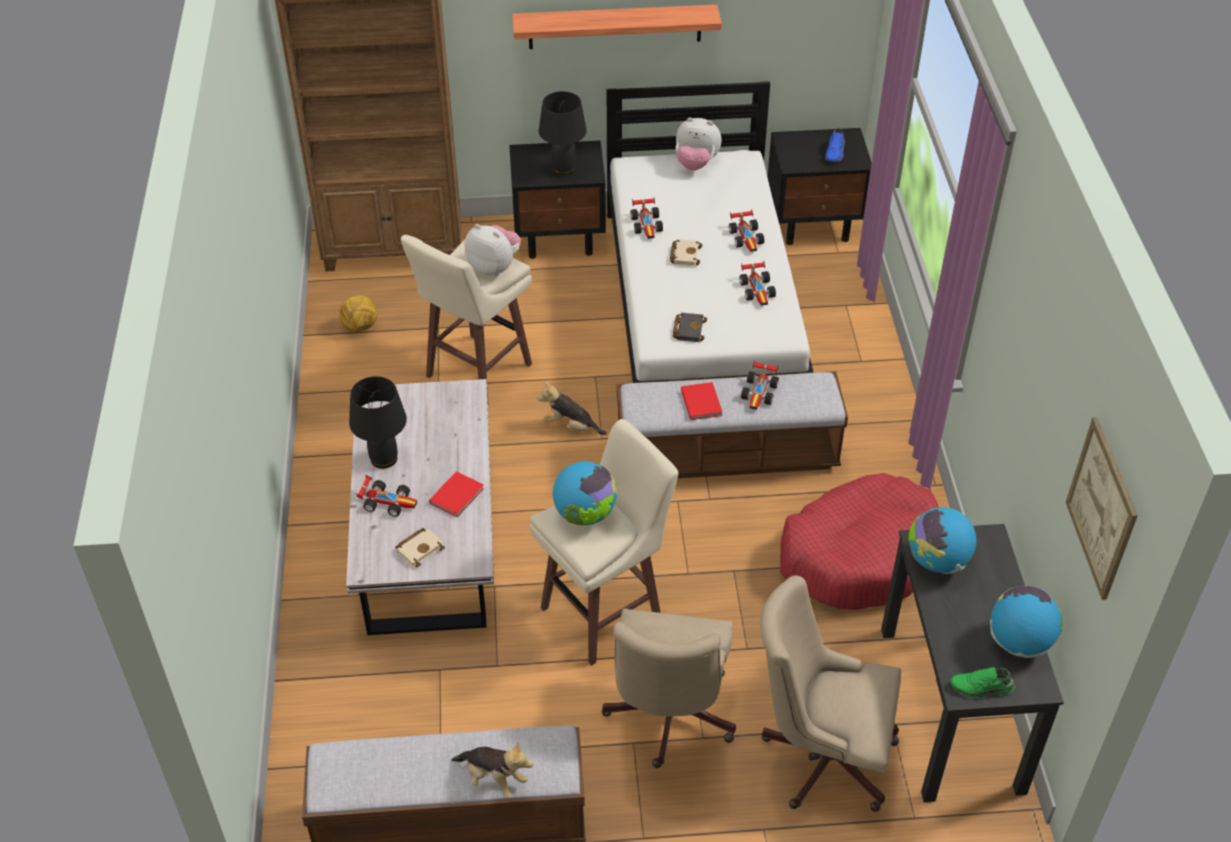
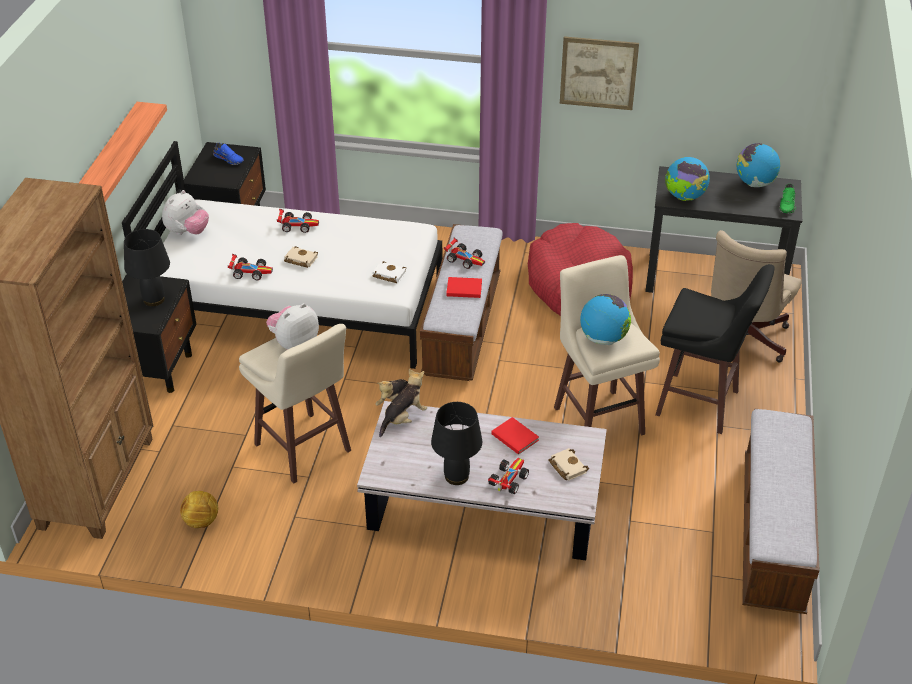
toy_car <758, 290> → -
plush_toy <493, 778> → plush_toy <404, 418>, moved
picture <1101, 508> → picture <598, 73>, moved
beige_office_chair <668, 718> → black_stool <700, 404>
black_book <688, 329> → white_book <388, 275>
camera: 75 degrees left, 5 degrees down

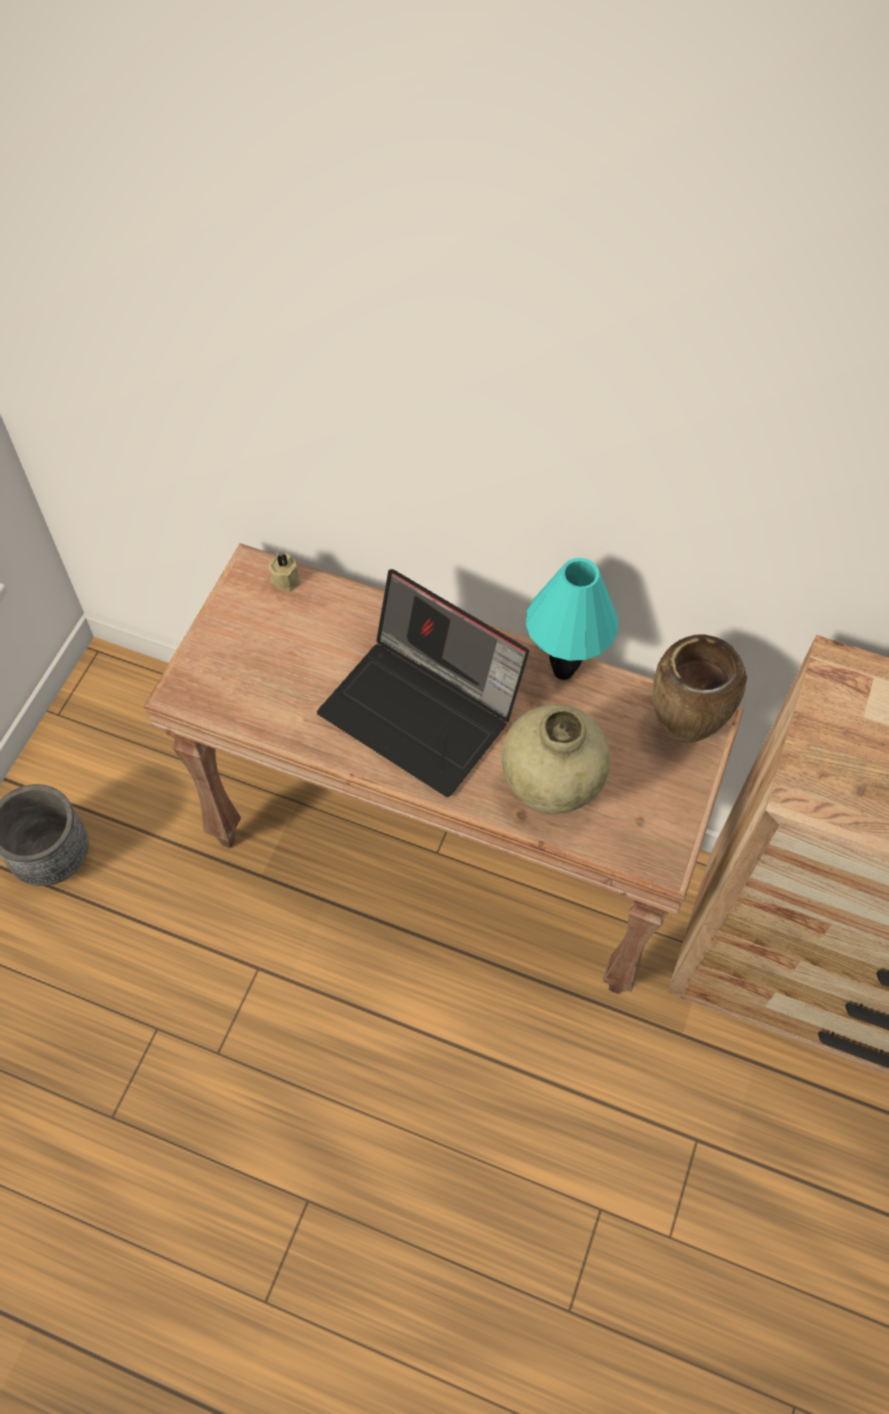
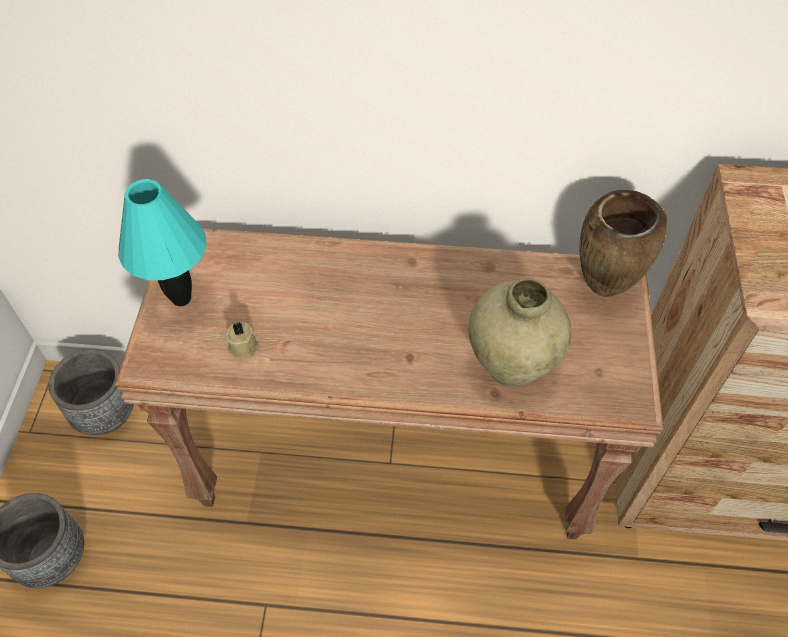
laptop <423, 710> → -
- → grey_planter <105, 413>
beige_candle <286, 578> → beige_candle <243, 345>, moved
turquoise_table_lamp <562, 671> → turquoise_table_lamp <180, 299>, moved
camera: 15 degrees left, 5 degrees down

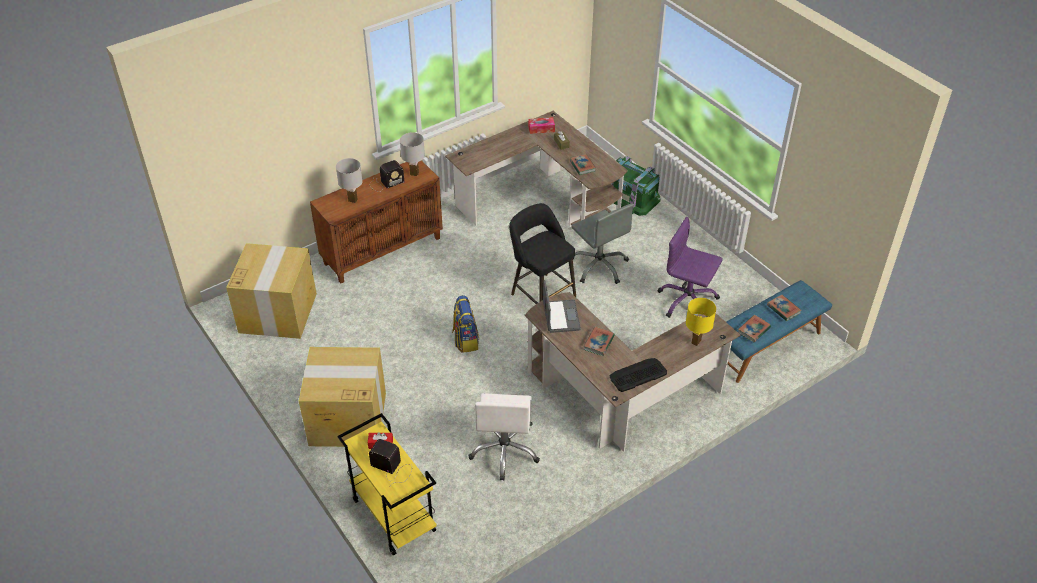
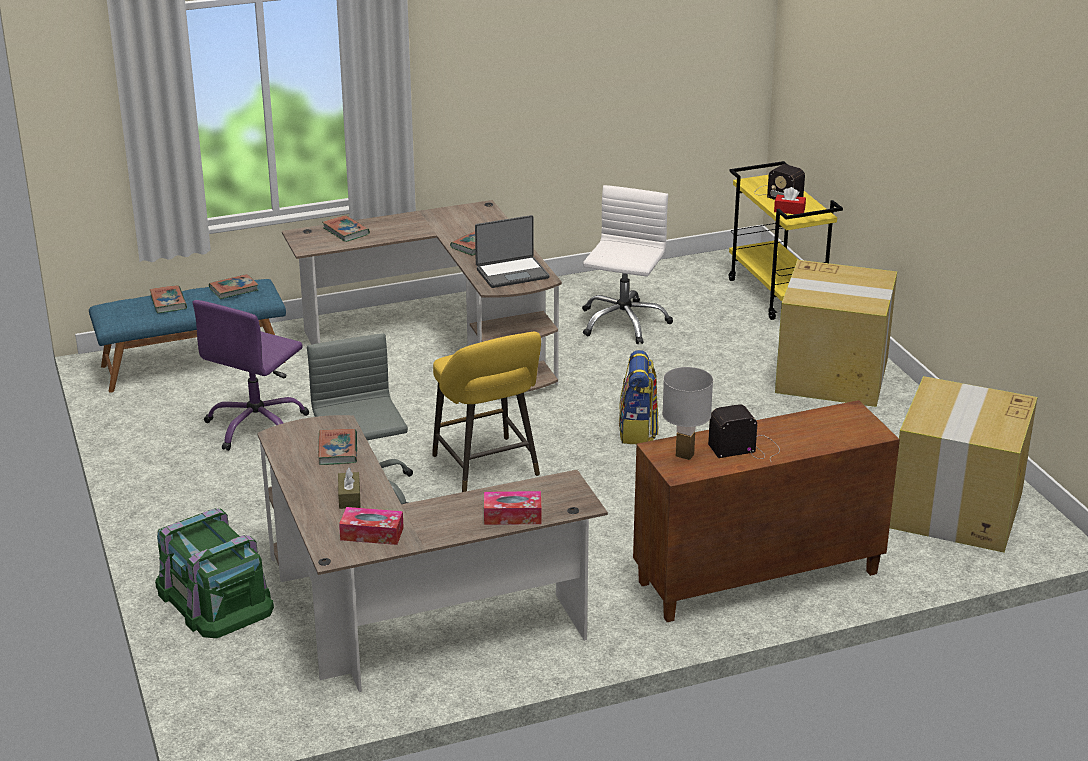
white_table_lamp <352, 200> → -
keyboard <637, 375> → -
- → tissue_box <512, 516>
yellow_table_lamp <696, 341> → book <346, 231>
black_stool <541, 294> → yellow_stool <488, 469>
laptop <560, 317> → laptop <512, 273>, 120 degrees counterclockwise
purple_office_chair <687, 301> → purple_office_chair <257, 426>, 75 degrees clockwise
camera: 165 degrees left, 15 degrees down

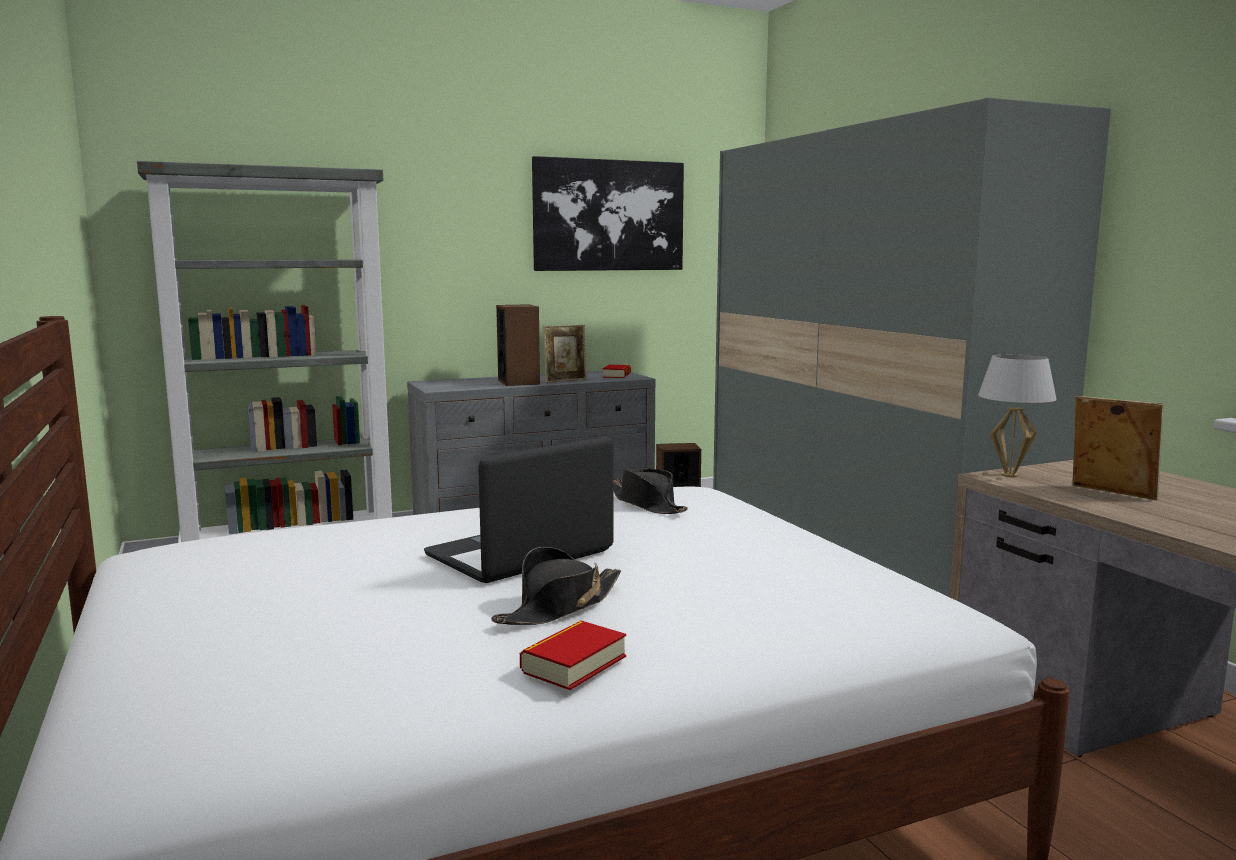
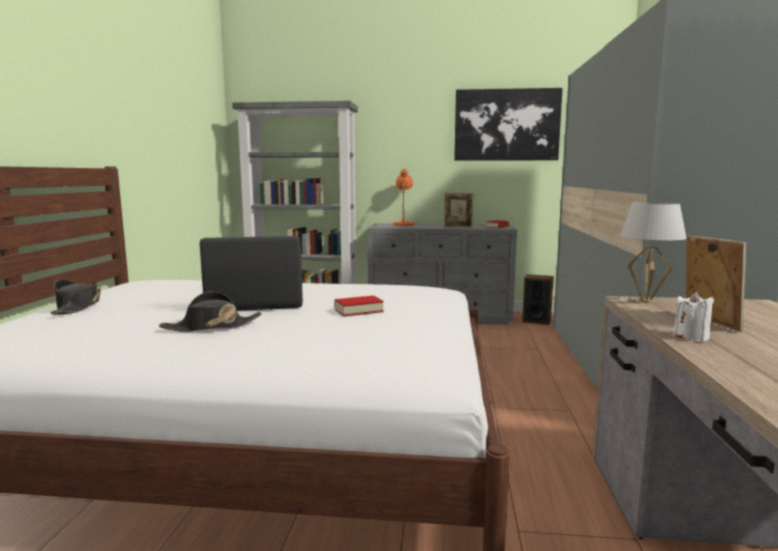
speaker <519, 382> → -
- → orange_table_lamp <404, 225>
- → white_candle <690, 337>
book <574, 664> → book <358, 310>, moved
black_hat <647, 504> → black_hat <78, 307>, moved
camera: 30 degrees right, 0 degrees up

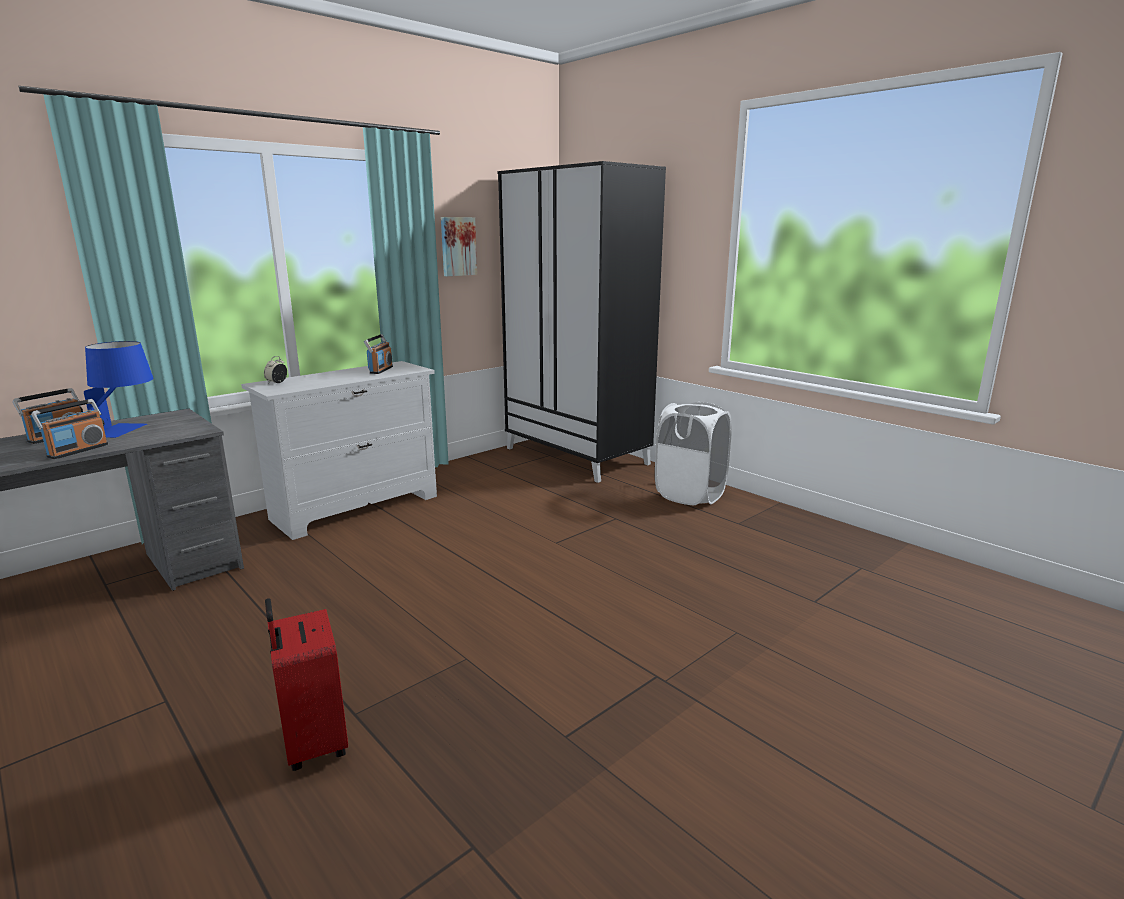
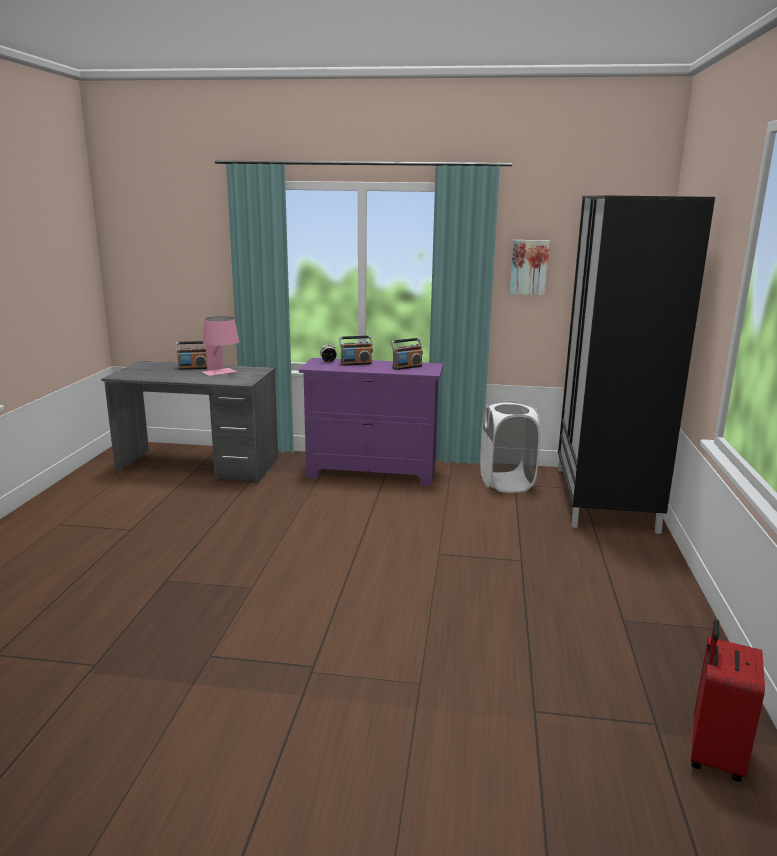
radio <77, 451> → radio <356, 364>, moved
red_suitcase <313, 743> → red_suitcase <713, 755>, moved
white_laundry_basket <690, 495> → white_laundry_basket <506, 483>, moved
blue_table_lamp <128, 430> → pink_table_lamp <222, 373>
white_dresser <357, 507> → purple_dresser <372, 472>
camera: 50 degrees right, 0 degrees up

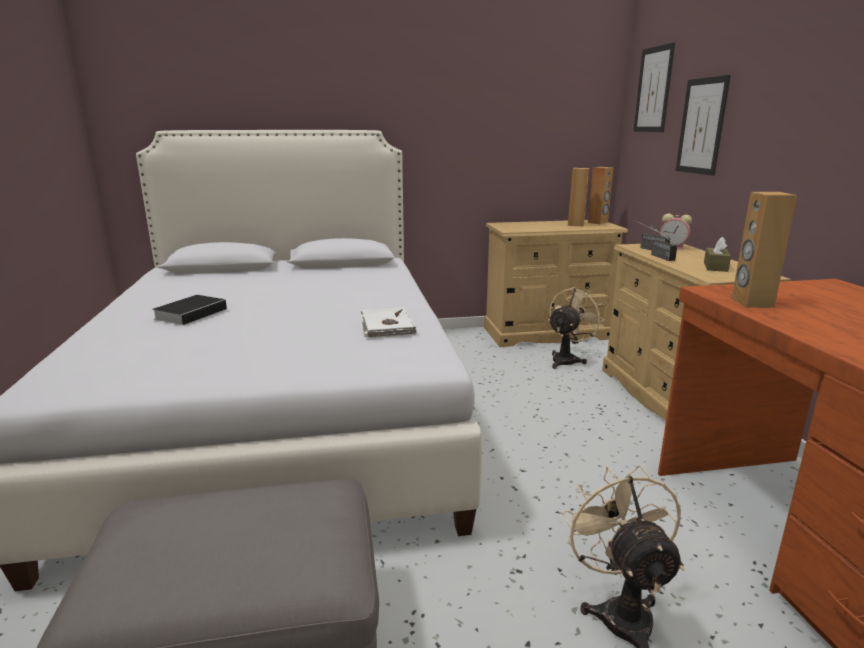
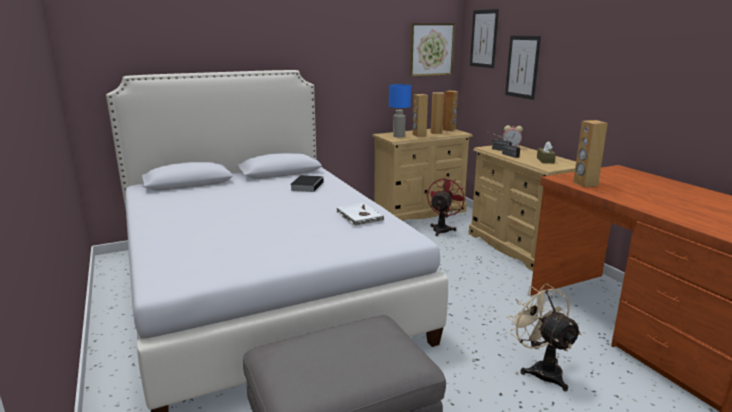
- → blue_table_lamp <398, 136>
- → picture <431, 49>
- → brown_speaker <419, 135>
book <192, 313> → book <307, 186>, moved
beige_fan <567, 359> → red_fan <442, 229>
camera: 15 degrees left, 0 degrees up

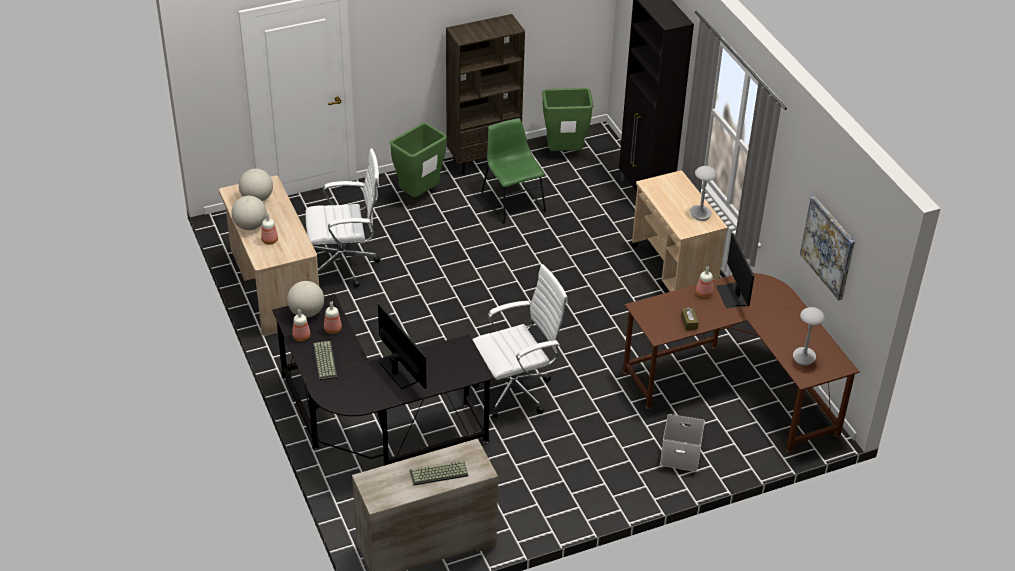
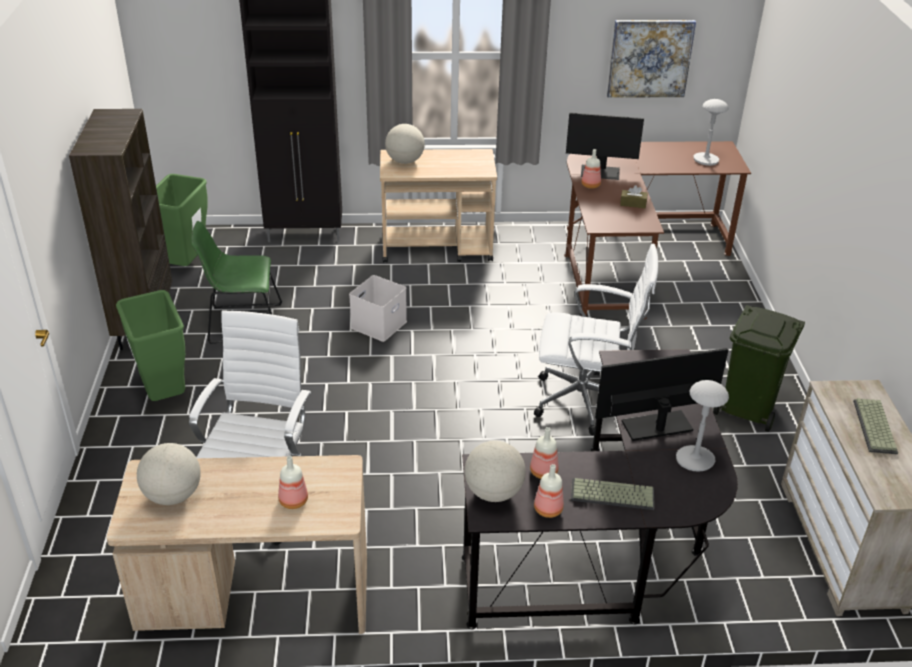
- → green_trash_can <748, 409>
globe <250, 226> → globe <405, 161>, moved
white_storage_box <681, 455> → white_storage_box <378, 324>, moved
grey_table_lamp <700, 213> → grey_table_lamp <695, 460>, moved
white_office_chair <517, 391> → white_office_chair <585, 402>, 105 degrees clockwise
camera: 70 degrees left, 5 degrees down

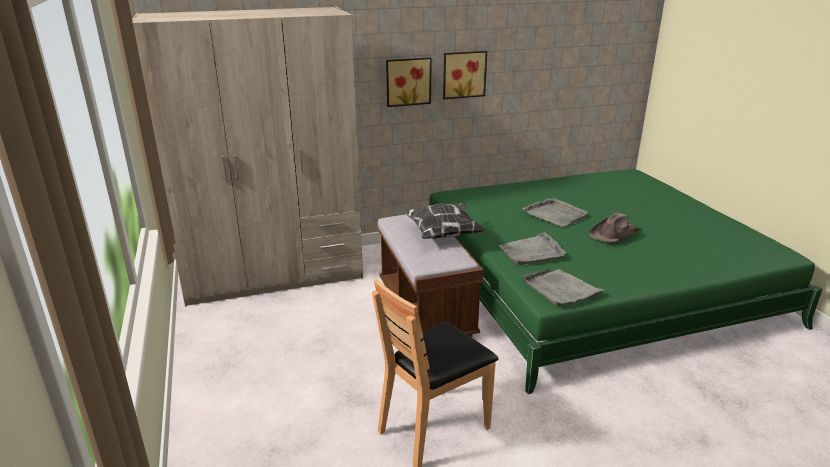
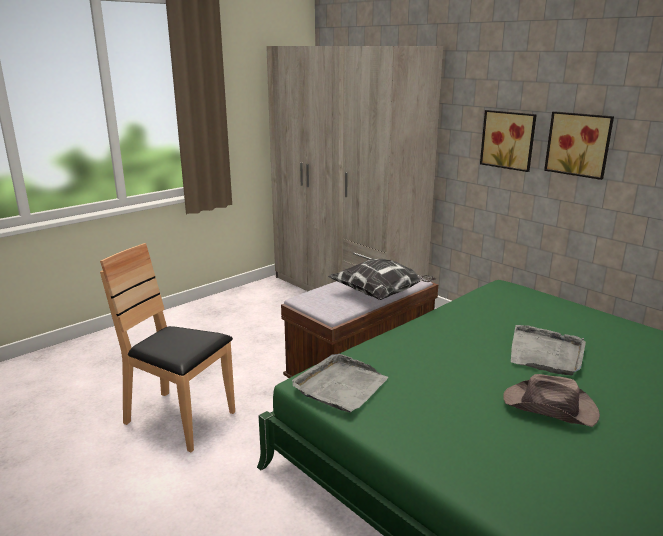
grey_tray <532, 252> → -
camera: 65 degrees right, 5 degrees down

